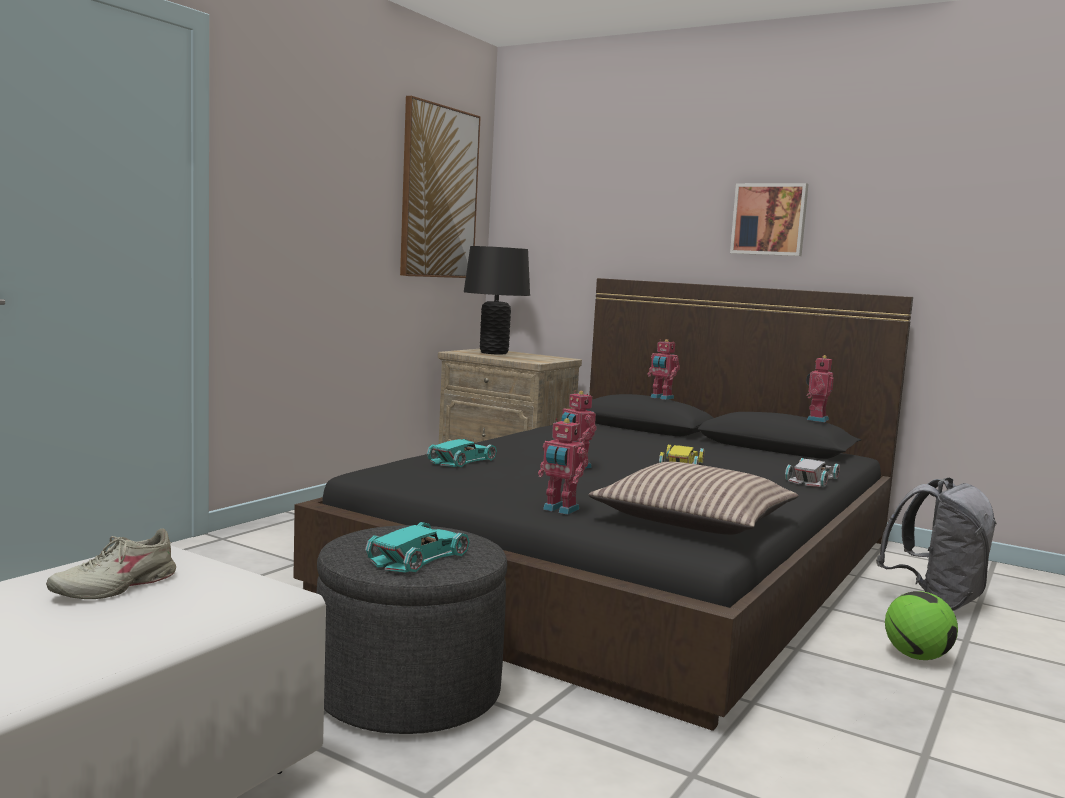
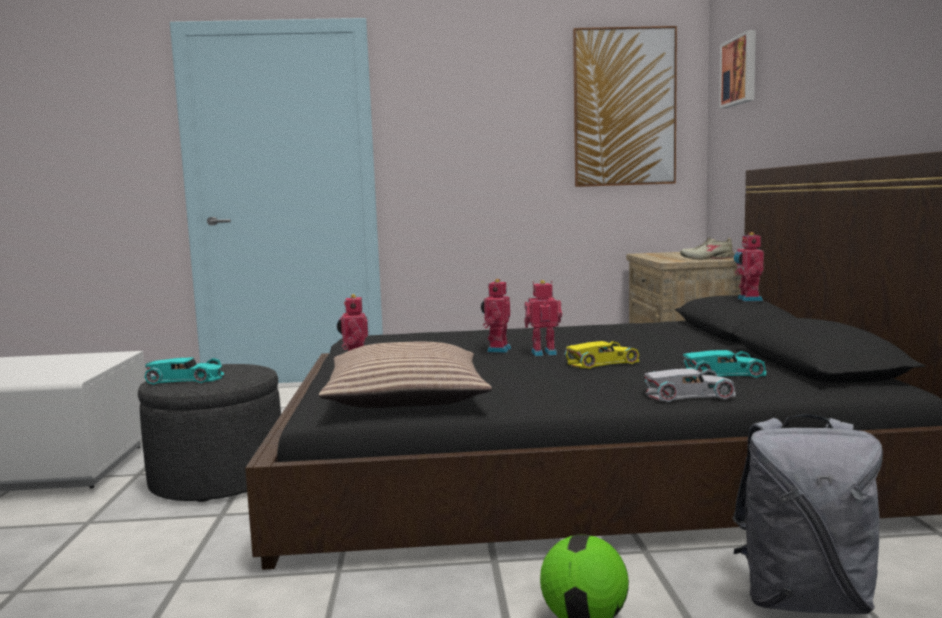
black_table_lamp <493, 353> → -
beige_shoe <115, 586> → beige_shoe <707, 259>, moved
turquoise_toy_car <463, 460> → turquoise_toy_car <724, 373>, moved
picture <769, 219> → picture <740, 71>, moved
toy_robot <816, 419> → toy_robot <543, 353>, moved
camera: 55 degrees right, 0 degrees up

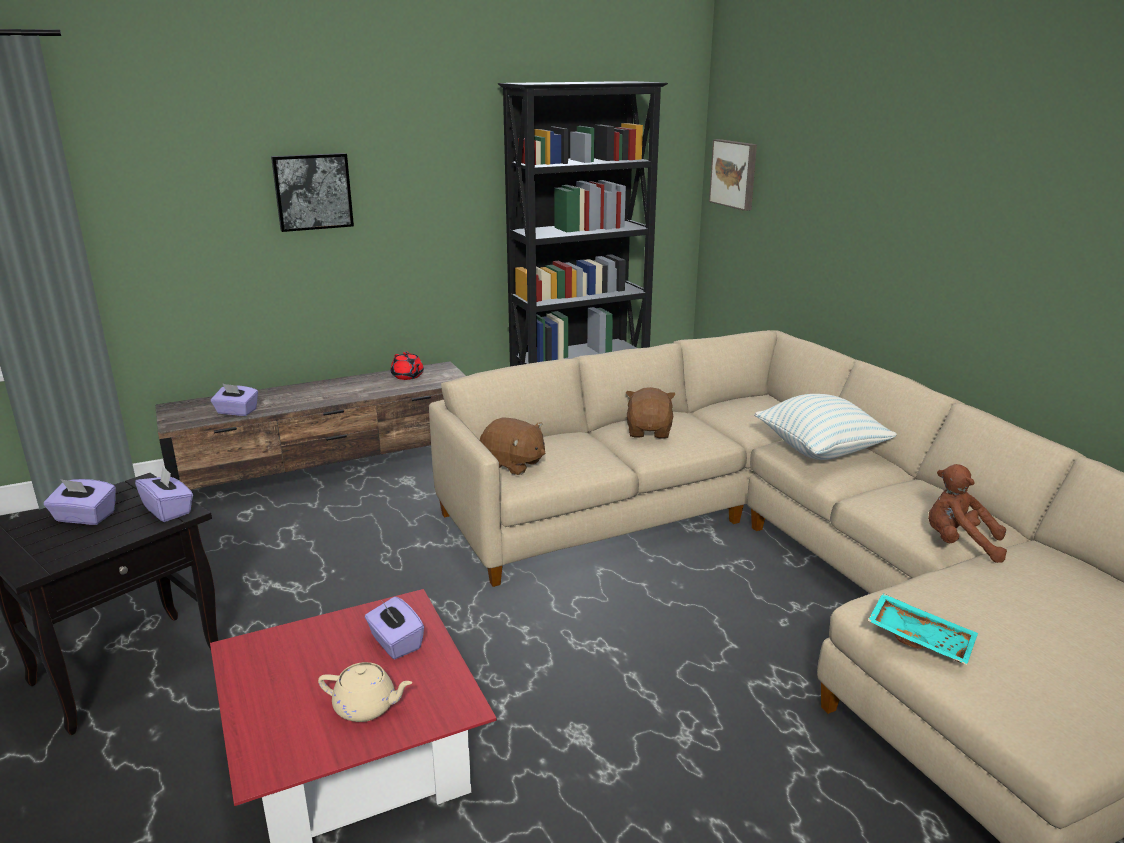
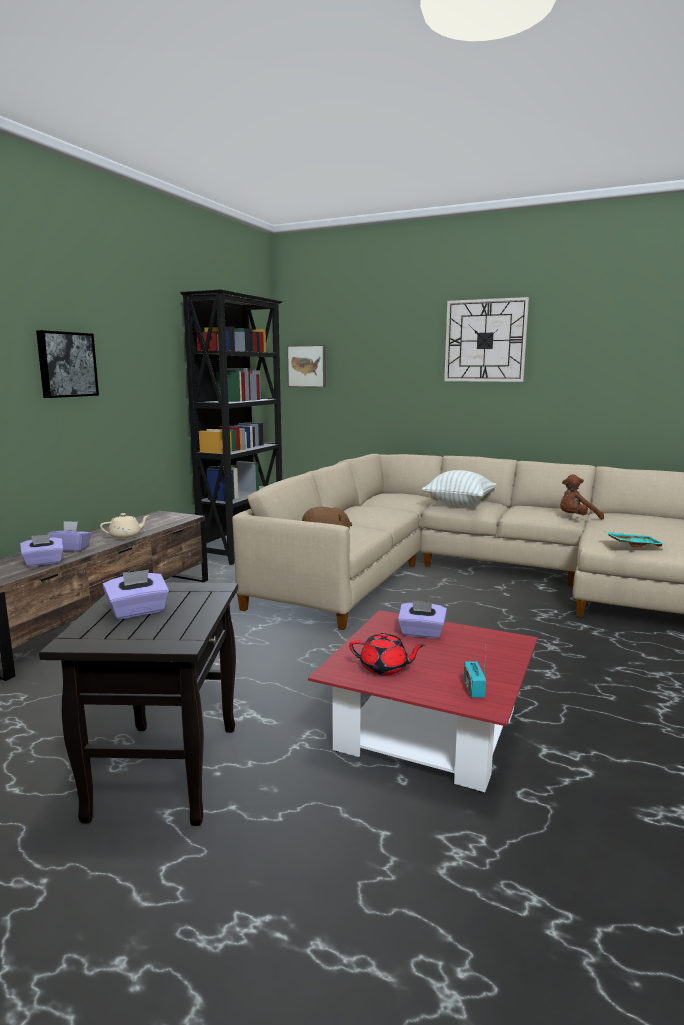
brown_plush_toy <649, 431> → -
- → wall_clock <485, 340>
- → radio <473, 689>
purple_tissue_box <168, 510> → purple_tissue_box <71, 549>, moved
beige_teapot <366, 707> → beige_teapot <126, 536>, moved
red_teapot <407, 376> → red_teapot <385, 668>, moved
camera: 40 degrees left, 10 degrees down

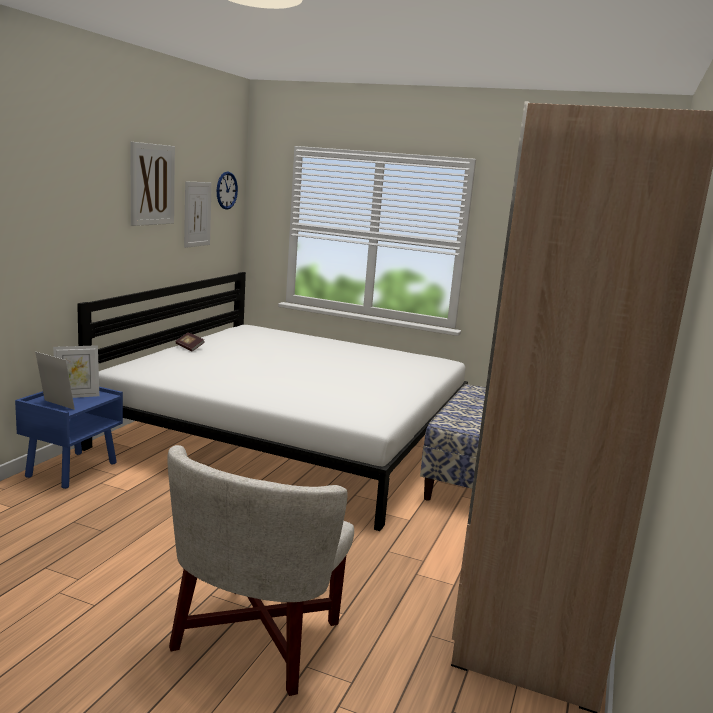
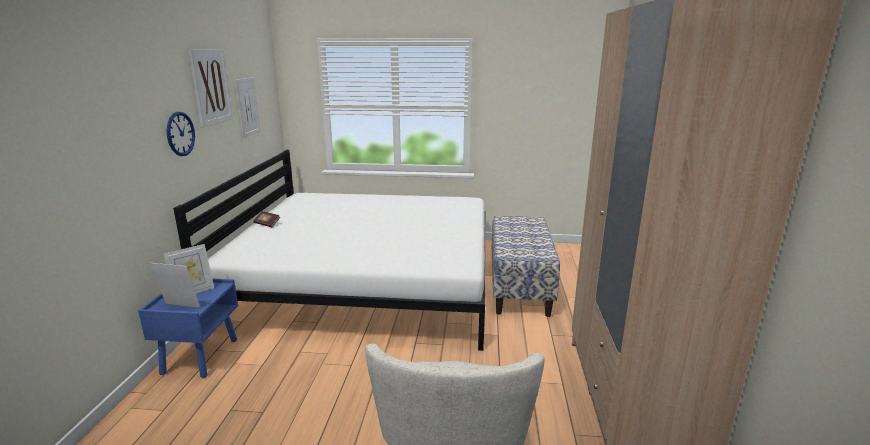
wall_clock <226, 190> → wall_clock <180, 134>, moved
camera: 15 degrees left, 5 degrees up

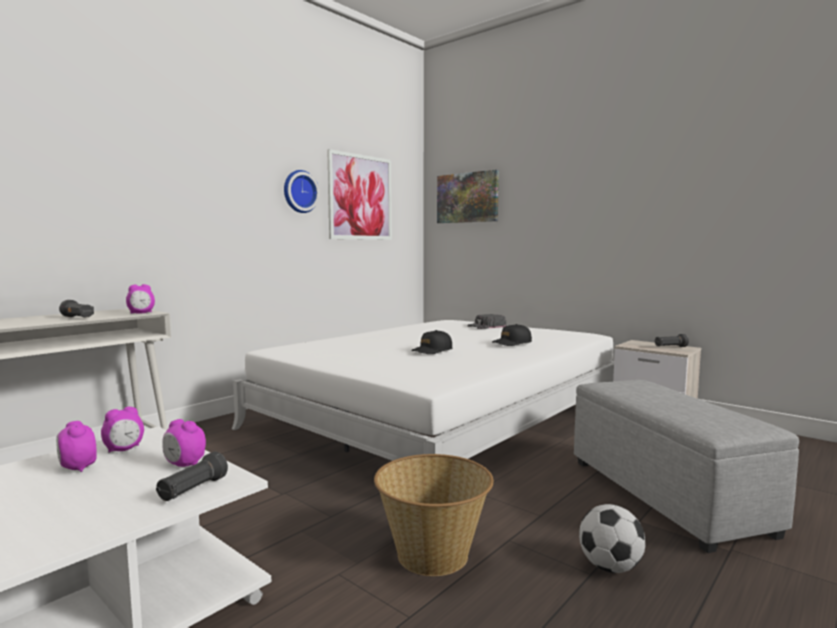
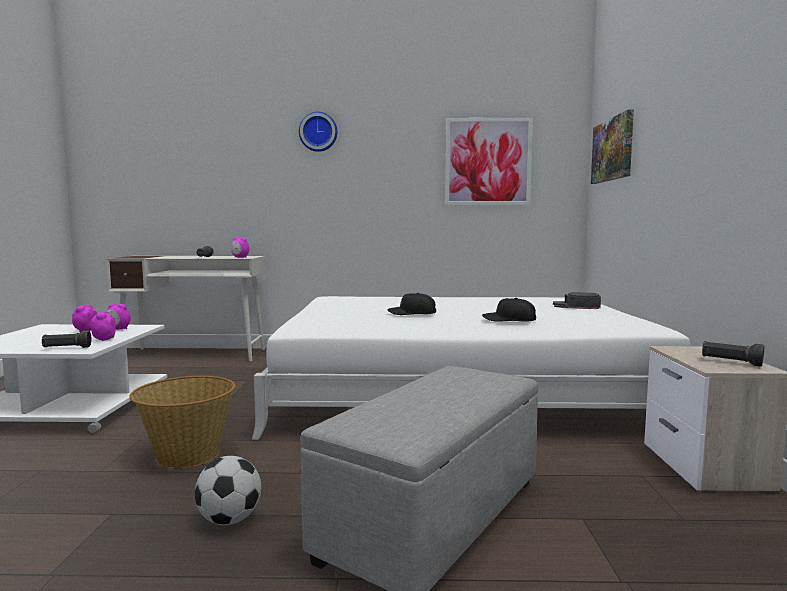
wall_clock <299, 192> → wall_clock <318, 132>, moved
camera: 50 degrees right, 0 degrees up

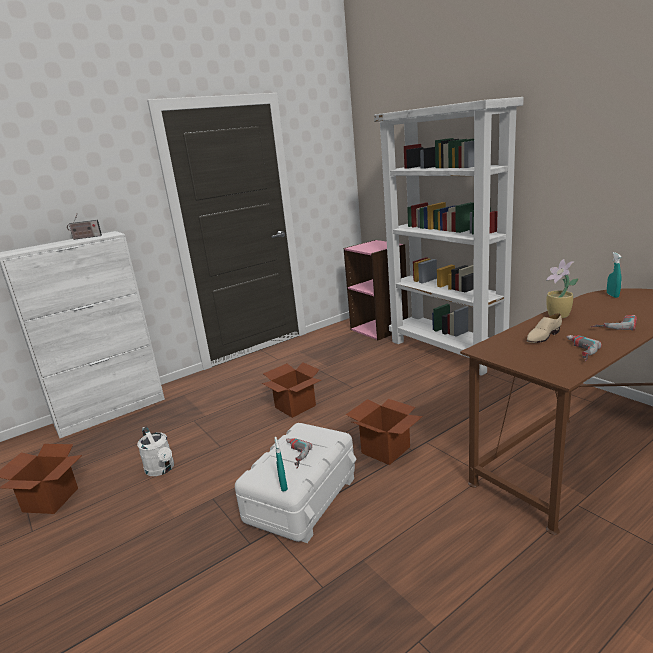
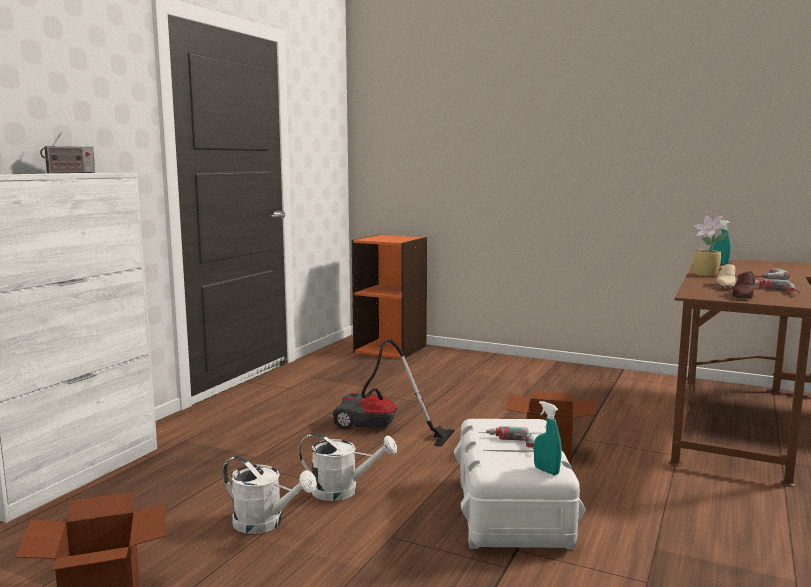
white_bookcase <447, 351> → -
- → white_watering_can <343, 491>
- → brown_shoe <743, 295>
cardboard_box <295, 406> → vacuum_cleaner <380, 430>
pink_bookcase <380, 328> → orange_bookcase <391, 348>
camera: 30 degrees left, 10 degrees down

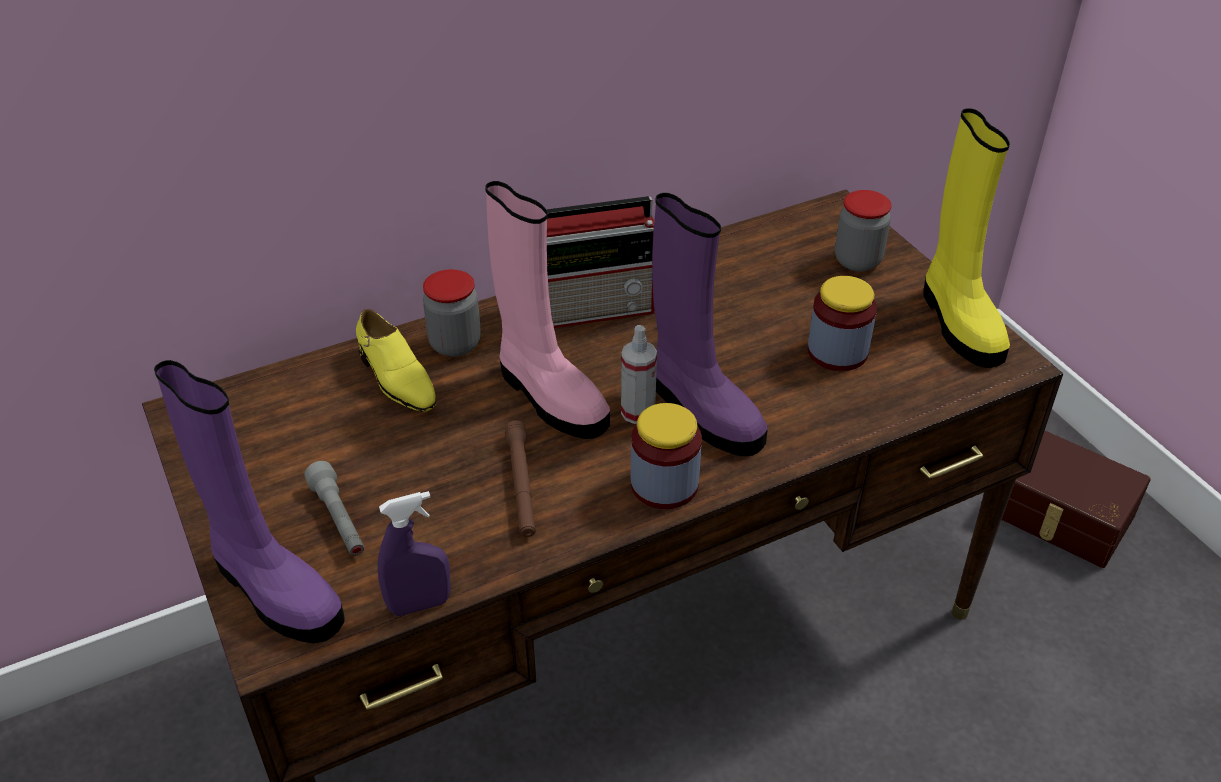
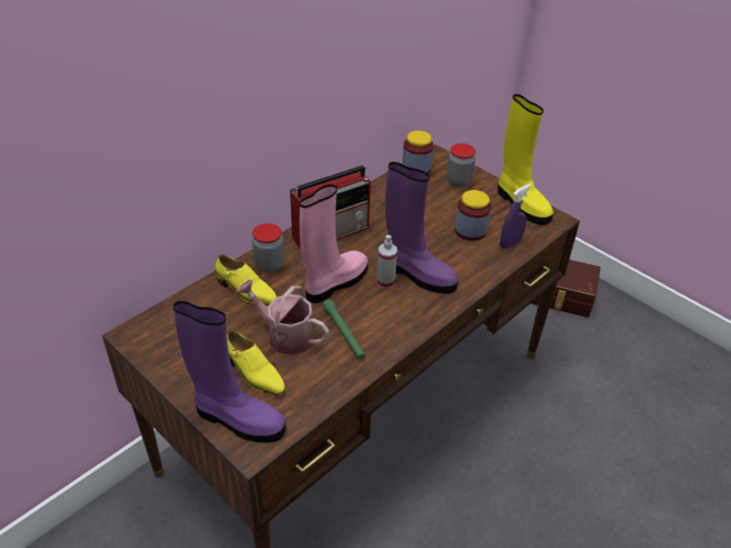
- → watering_can <284, 335>
purple_spray_bottle <419, 604> → purple_spray_bottle <510, 243>, moved
jar <664, 484> → jar <416, 168>, moved
grey_flashlight <339, 519> → yellow_shoe <254, 373>
brown_flashlight <521, 485> → green_flashlight <344, 333>
pink_boot <549, 396> → pink_boot <335, 283>, 75 degrees counterclockwise
camera: 20 degrees left, 0 degrees up

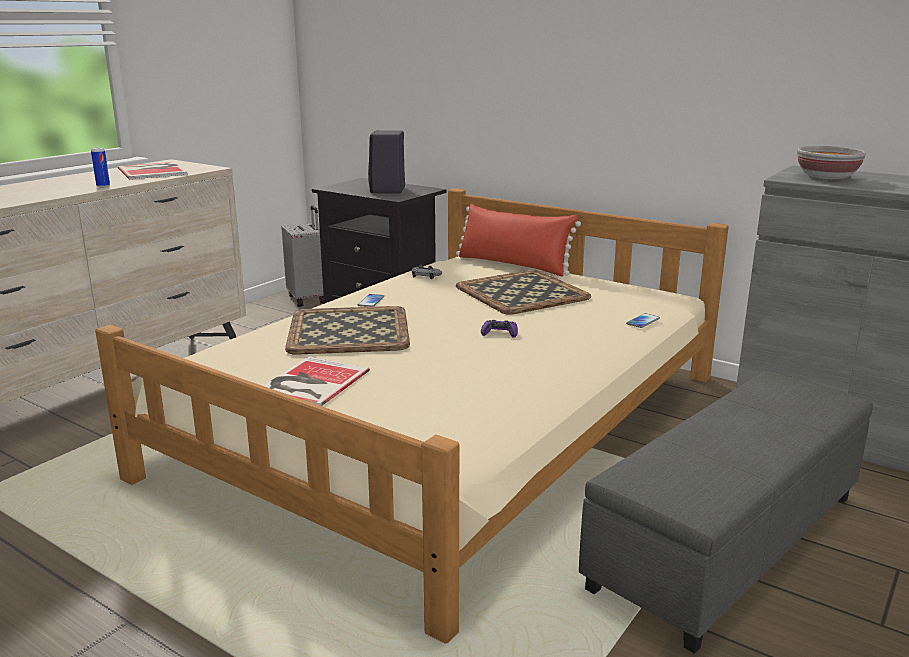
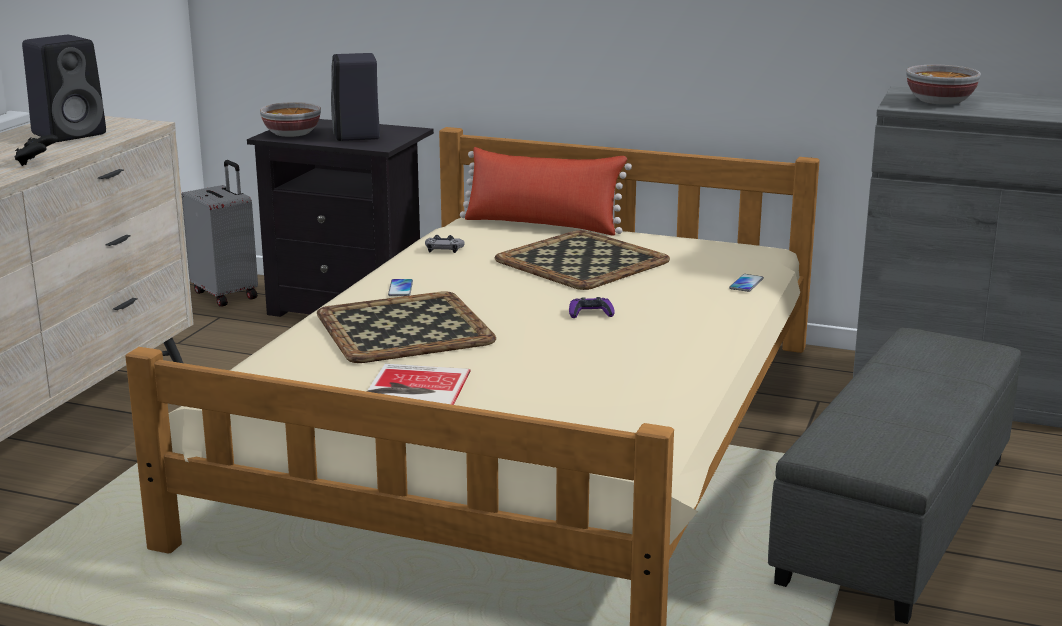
- → bowl <292, 134>
can <103, 186> → black_game_controller <37, 162>
book <153, 171> → black_speaker <71, 134>
camera: 15 degrees left, 0 degrees up

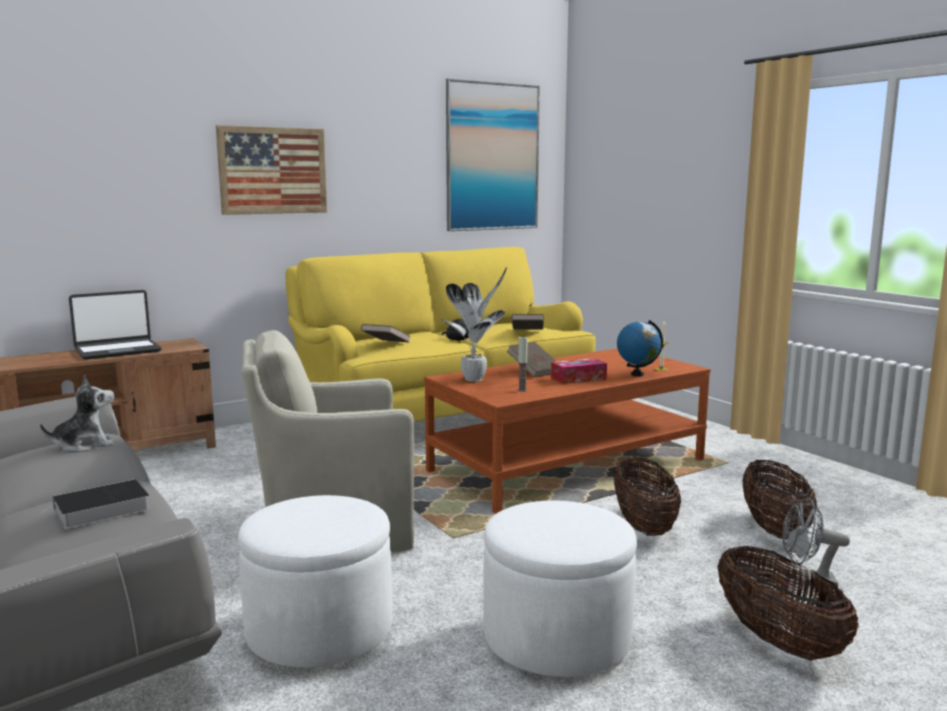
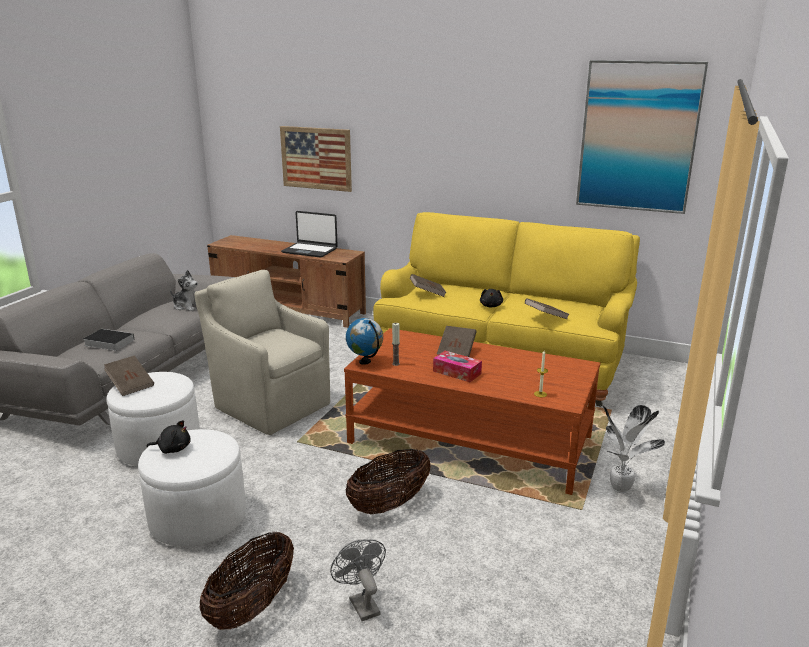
basket <774, 530> → -
- → brown_book <130, 385>
- → black_plush_toy <173, 449>
picture <273, 170> → picture <316, 158>, moved
potted_plant <475, 379> → potted_plant <621, 489>, moved
globe <637, 374> → globe <365, 362>, moved
camera: 55 degrees right, 10 degrees up

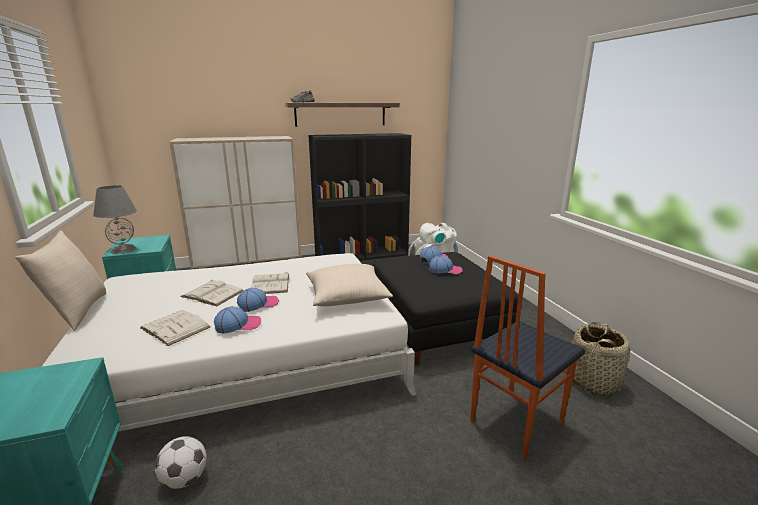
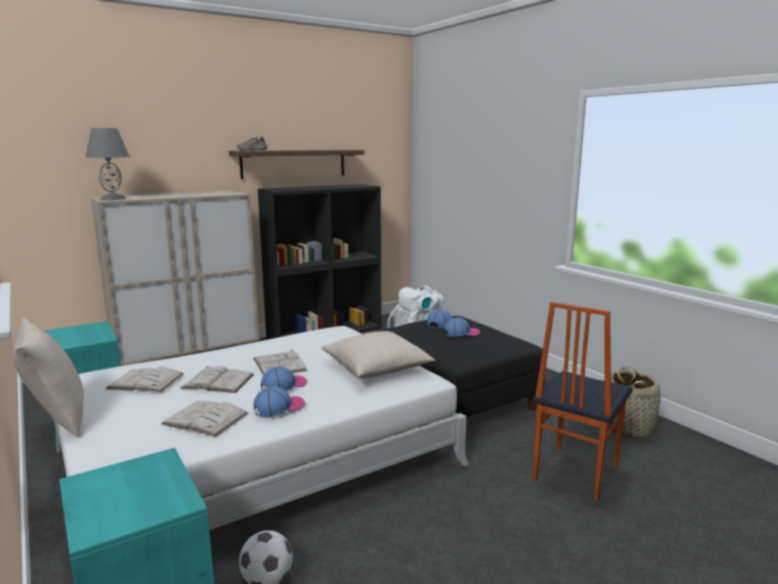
- → white_book <146, 381>
grey_table_lamp <124, 250> → grey_table_lamp <113, 199>, moved
camera: 15 degrees left, 5 degrees down

